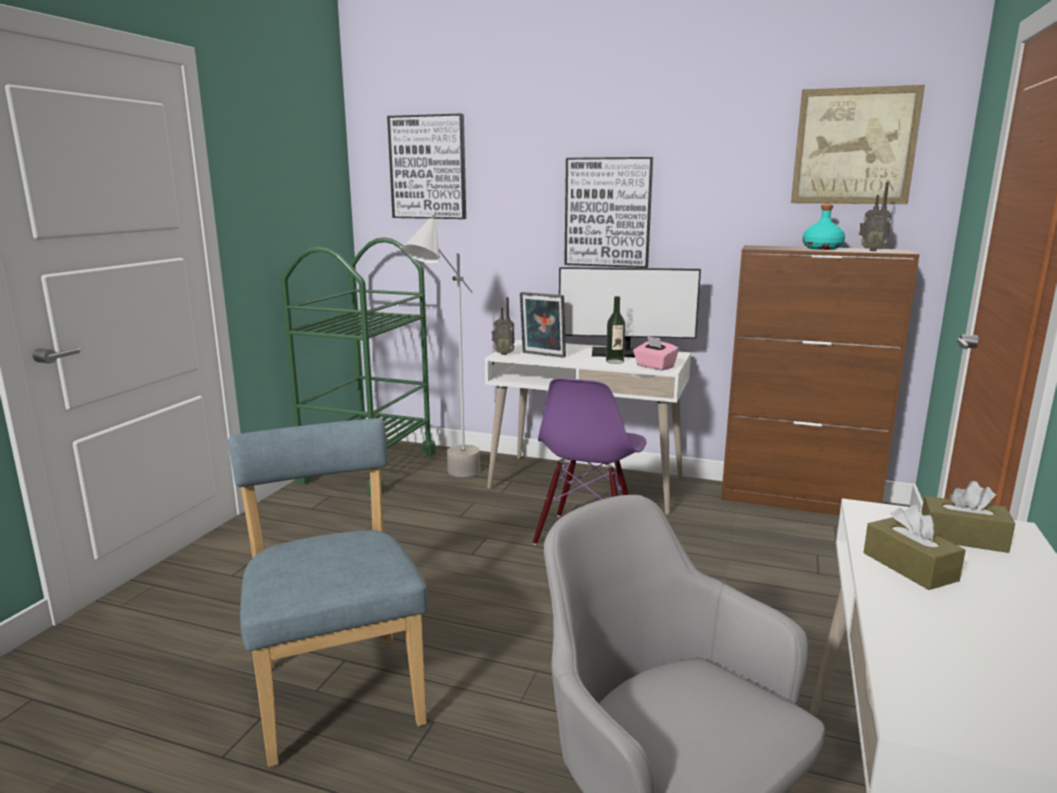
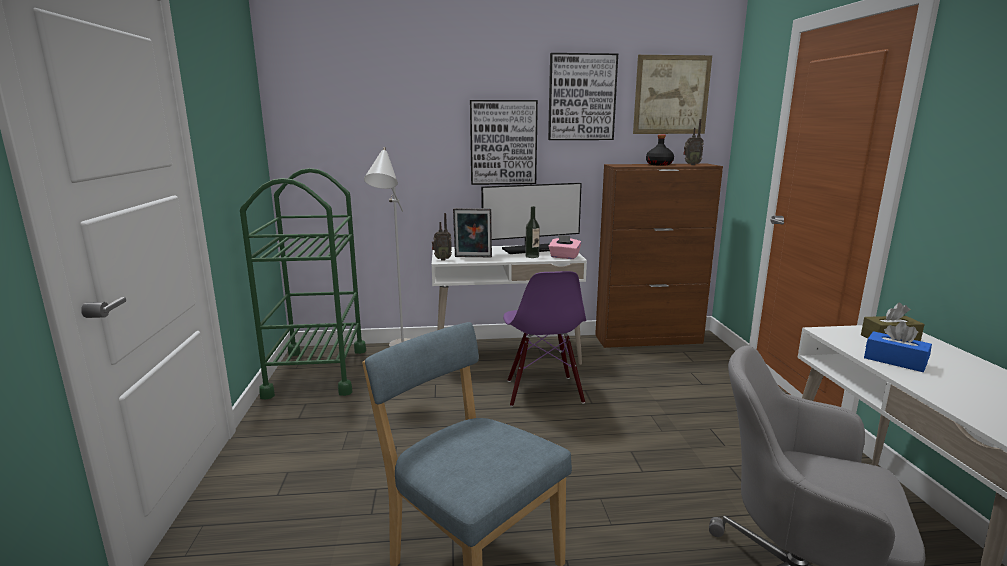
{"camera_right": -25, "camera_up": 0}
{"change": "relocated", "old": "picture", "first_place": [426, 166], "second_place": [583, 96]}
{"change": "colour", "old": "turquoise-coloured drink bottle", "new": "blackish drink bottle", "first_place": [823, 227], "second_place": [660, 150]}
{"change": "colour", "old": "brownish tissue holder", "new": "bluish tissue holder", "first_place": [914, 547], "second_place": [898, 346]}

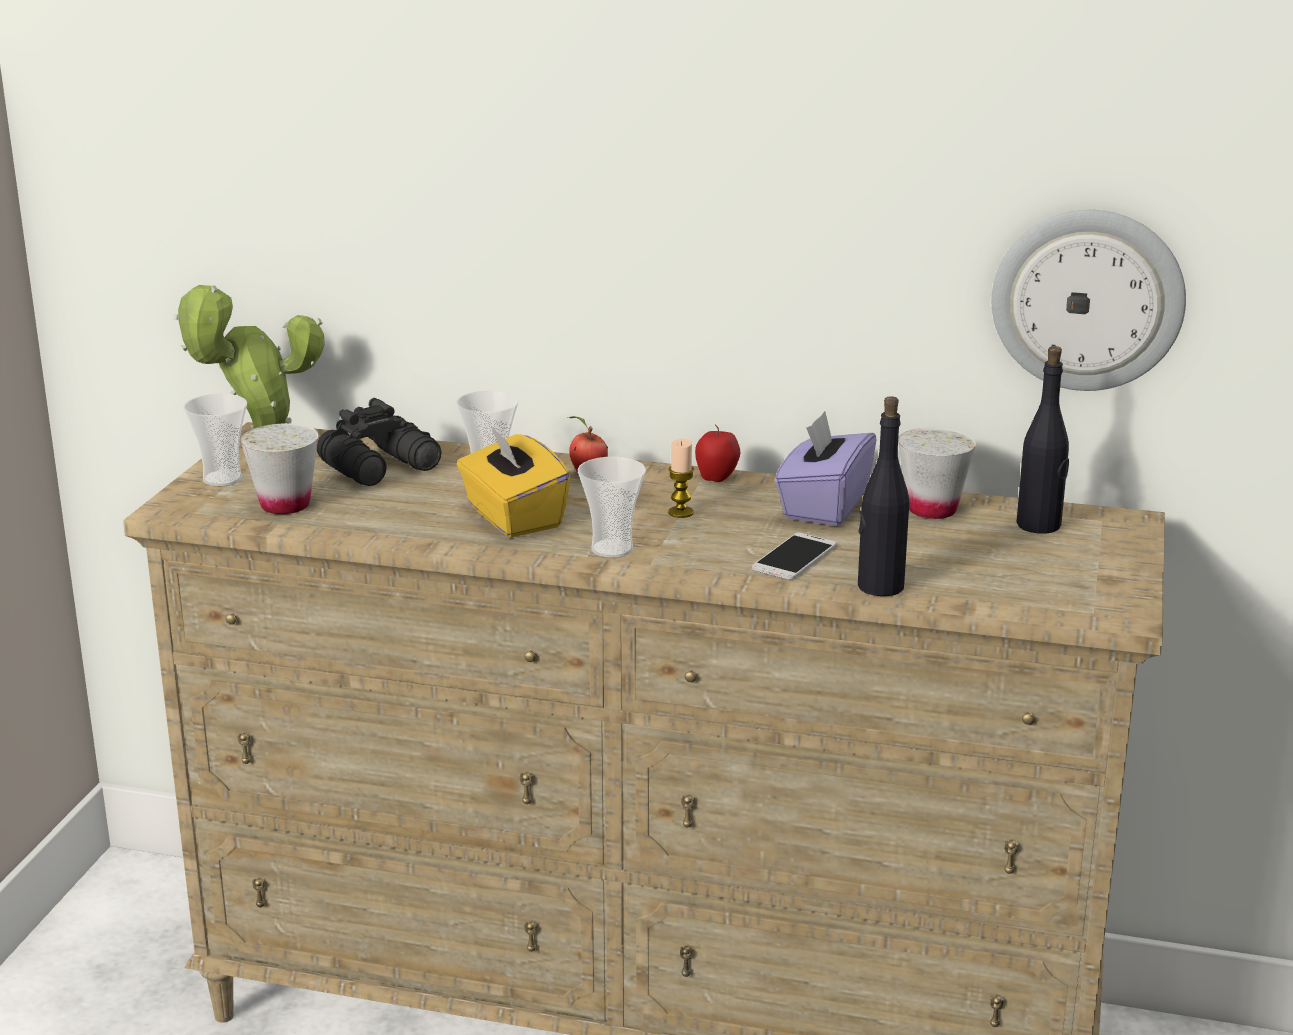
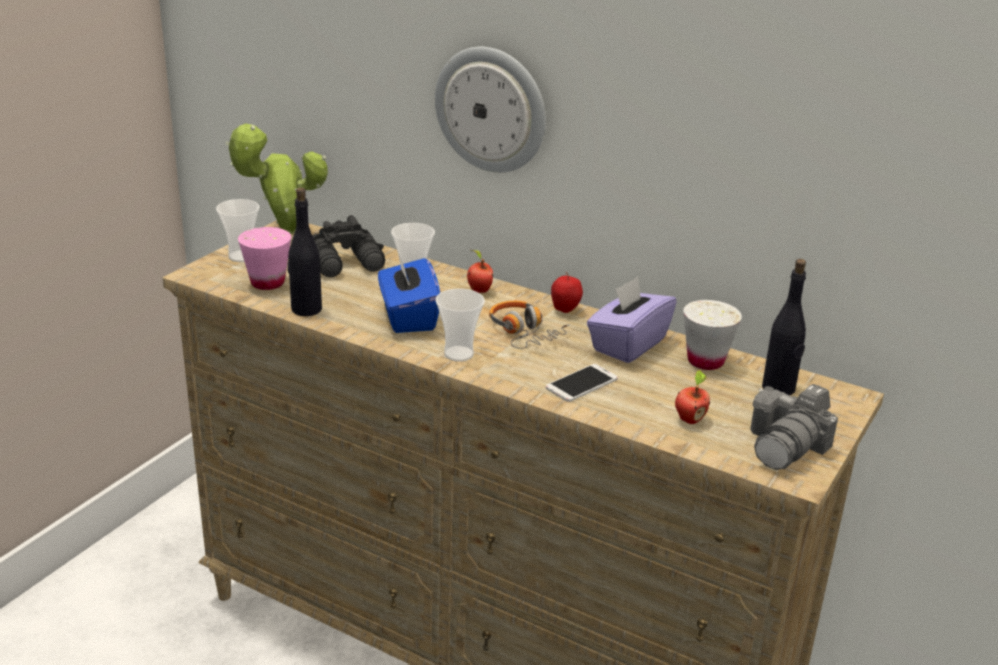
{"camera_right": 15, "camera_up": 5}
{"change": "relocated", "old": "clock on the wall", "first_place": [1089, 300], "second_place": [490, 110]}
{"change": "relocated", "old": "blackish drink bottle", "first_place": [883, 496], "second_place": [305, 252]}
{"change": "colour", "old": "whitish small cup", "new": "pink small cup", "first_place": [279, 468], "second_place": [264, 258]}
{"change": "colour", "old": "yellow tissue holder", "new": "bluish tissue holder", "first_place": [514, 481], "second_place": [409, 292]}
{"change": "exchanged", "old": "wax light", "new": "headset", "first_place": [681, 478], "second_place": [529, 325]}
{"change": "appeared", "new": "whole apple", "second_place": [692, 397]}
{"change": "appeared", "new": "photo camera", "second_place": [794, 427]}

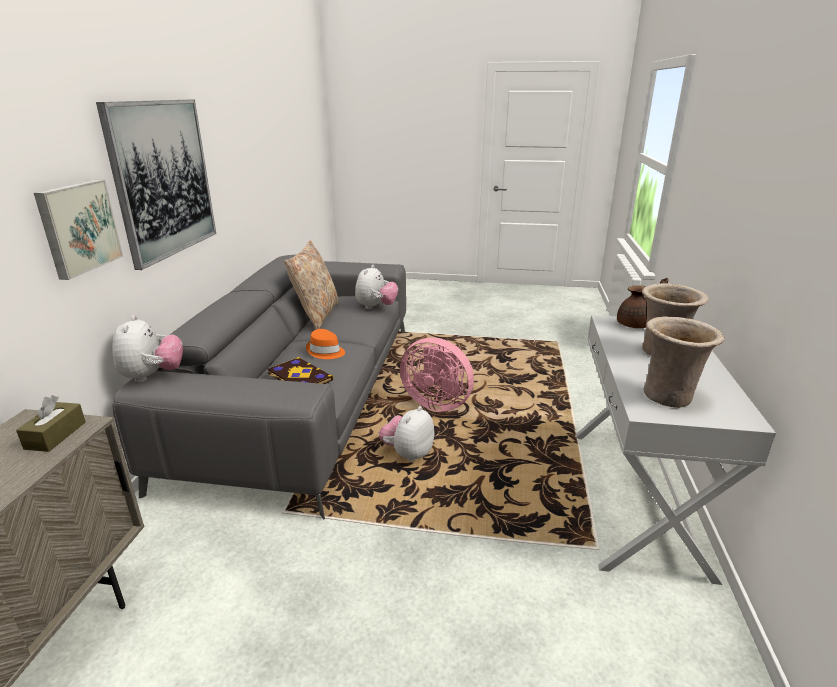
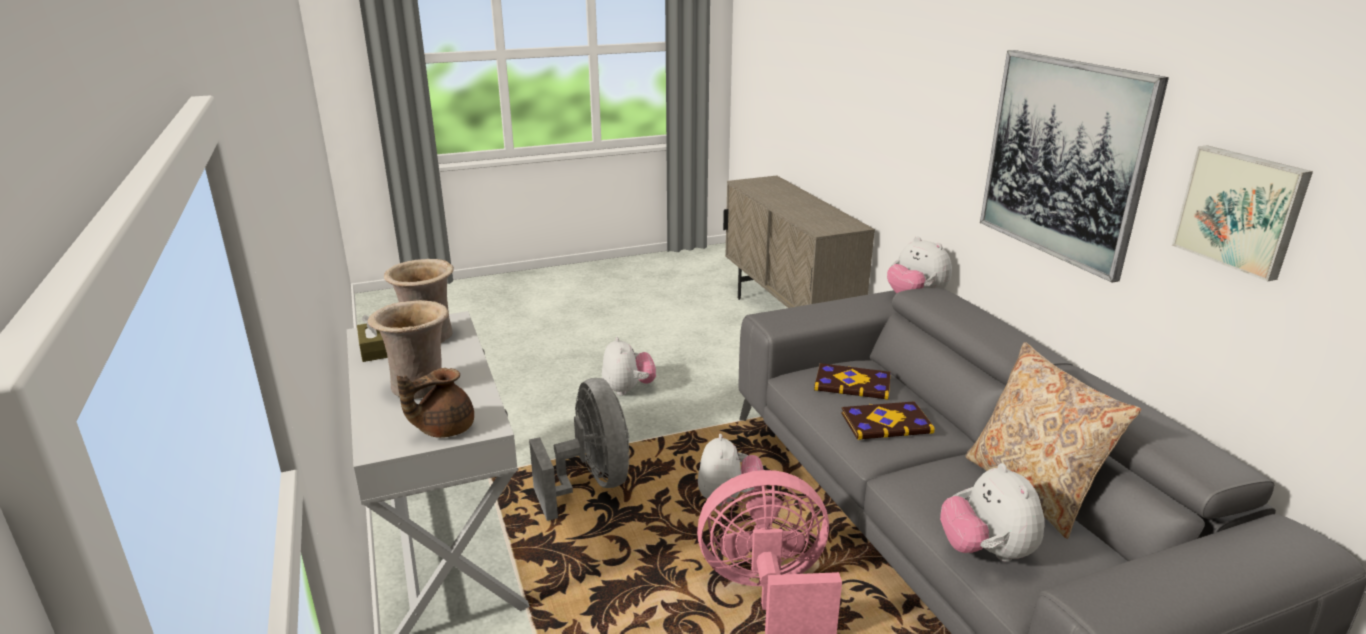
{"camera_right": 150, "camera_up": 0}
{"change": "relocated", "old": "picture", "first_place": [78, 229], "second_place": [1242, 213]}
{"change": "exchanged", "old": "orange clothing hat", "new": "bound book", "first_place": [325, 344], "second_place": [888, 420]}
{"change": "relocated", "old": "brownish tissue holder", "first_place": [51, 423], "second_place": [372, 338]}
{"change": "appeared", "new": "cuddly toy", "second_place": [629, 366]}
{"change": "appeared", "new": "greyish cooling fan", "second_place": [579, 449]}

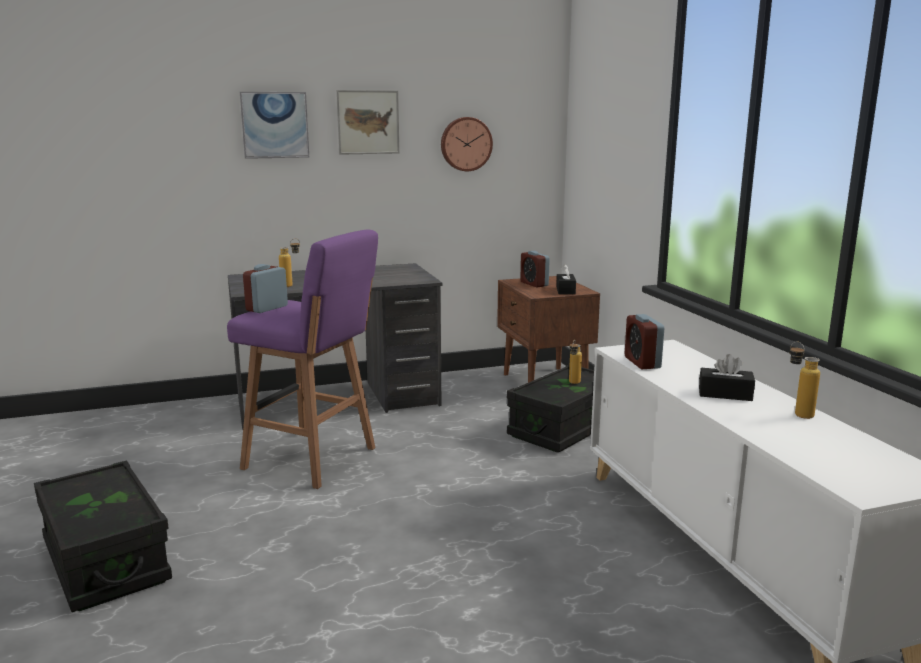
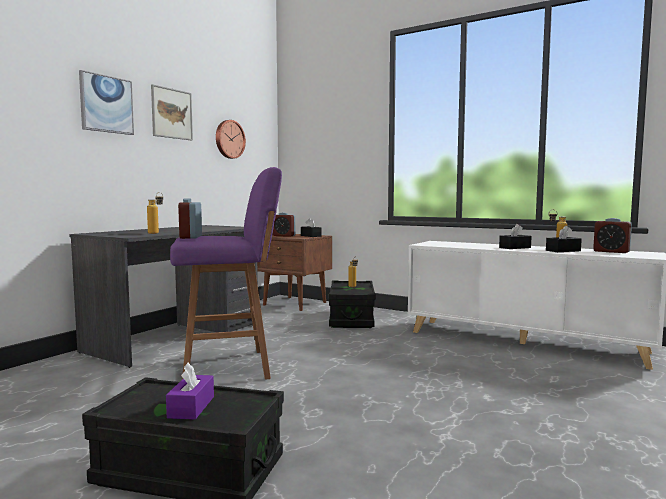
{"camera_right": -40, "camera_up": -10}
{"change": "relocated", "old": "bedside clock", "first_place": [644, 341], "second_place": [612, 235]}
{"change": "appeared", "new": "blackish tissue holder", "second_place": [564, 238]}
{"change": "appeared", "new": "purplish tissue holder", "second_place": [190, 391]}

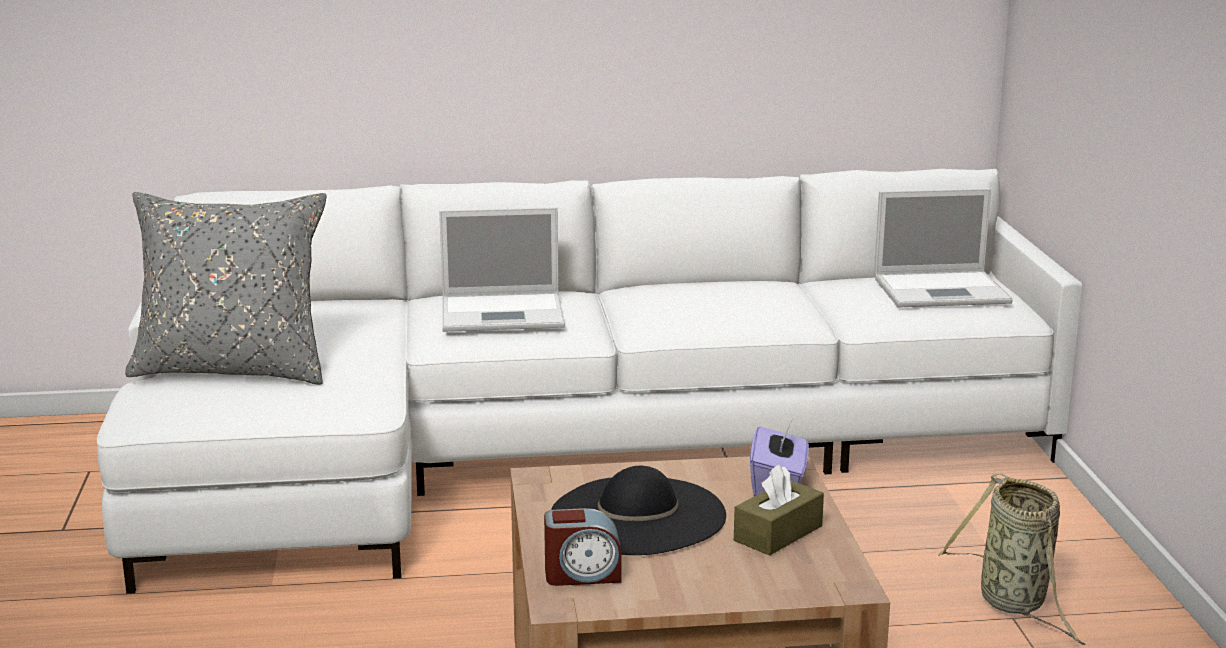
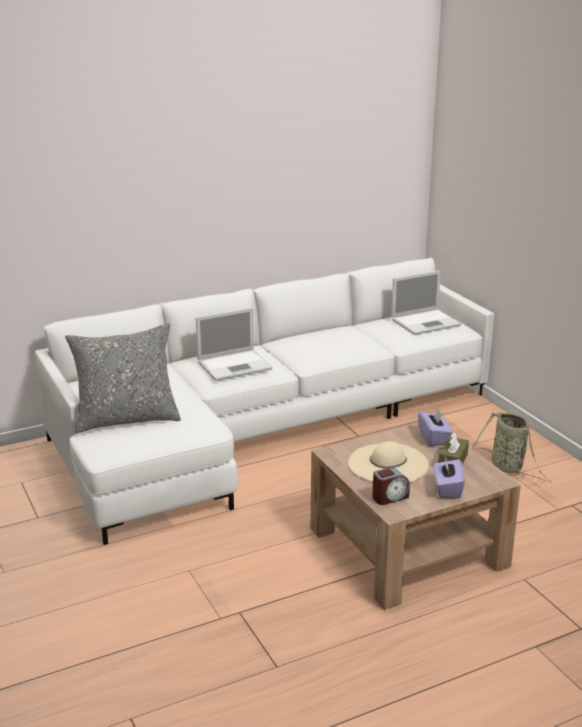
{"camera_right": -20, "camera_up": 5}
{"change": "colour", "old": "blackish clothing hat", "new": "sand-coloured clothing hat", "first_place": [638, 510], "second_place": [388, 461]}
{"change": "appeared", "new": "purplish tissue holder", "second_place": [449, 477]}

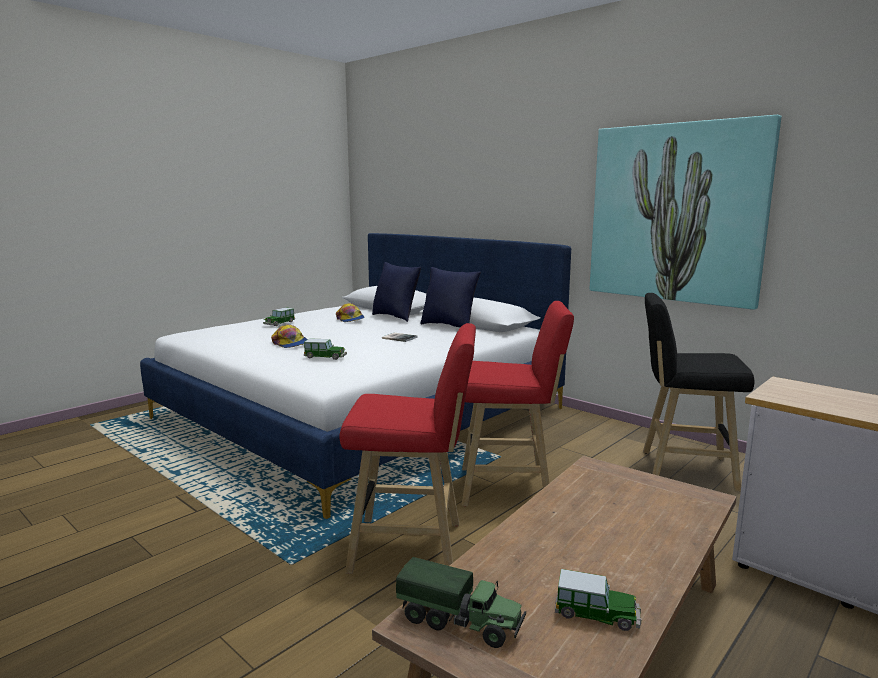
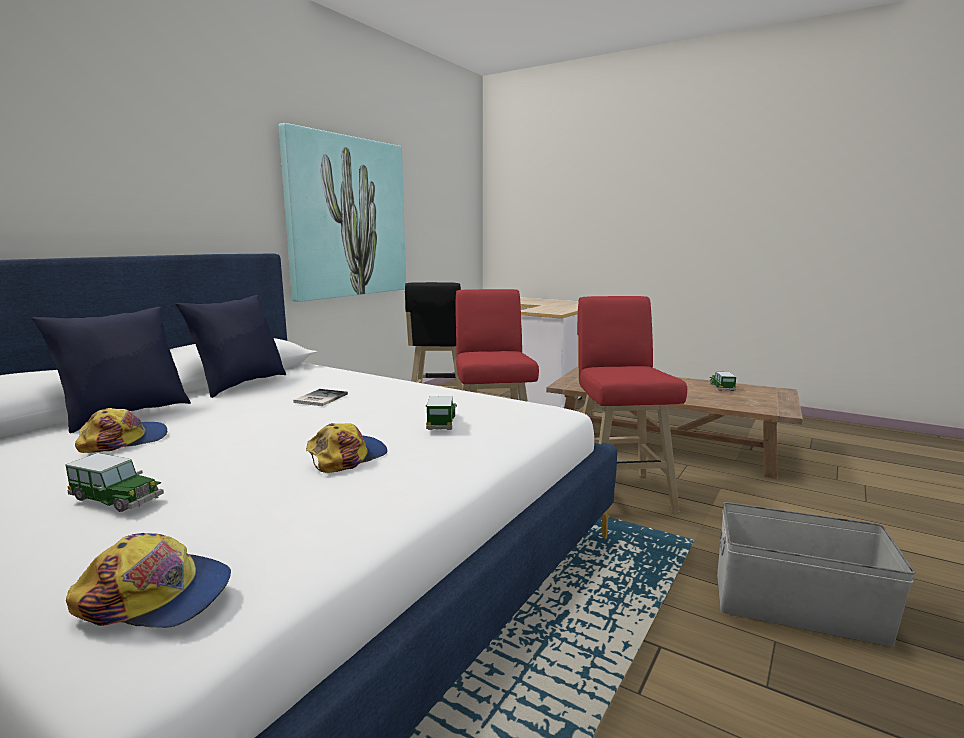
{"camera_right": -100, "camera_up": 0}
{"change": "missing", "old": "toy truck", "first_place": [461, 602]}
{"change": "appeared", "new": "greyish storage bin", "second_place": [816, 574]}
{"change": "appeared", "new": "baseball cap", "second_place": [148, 580]}

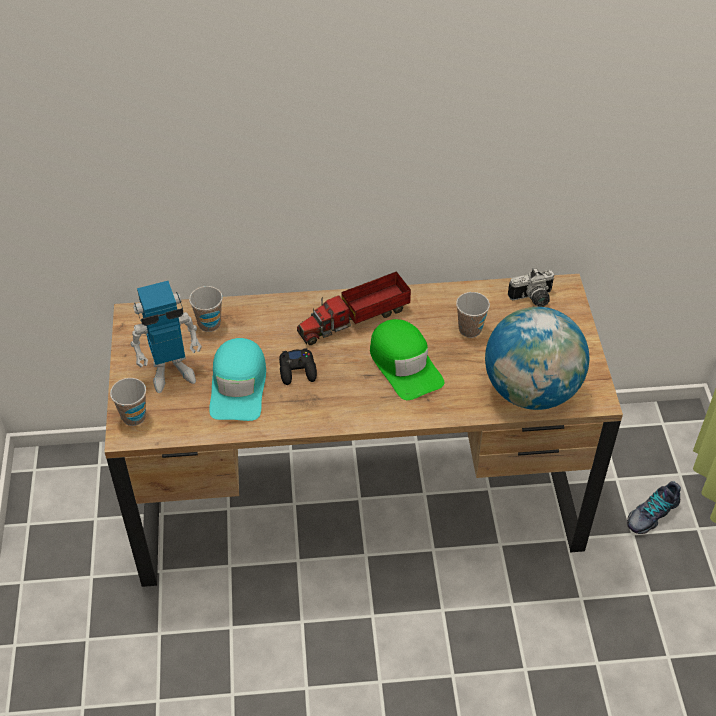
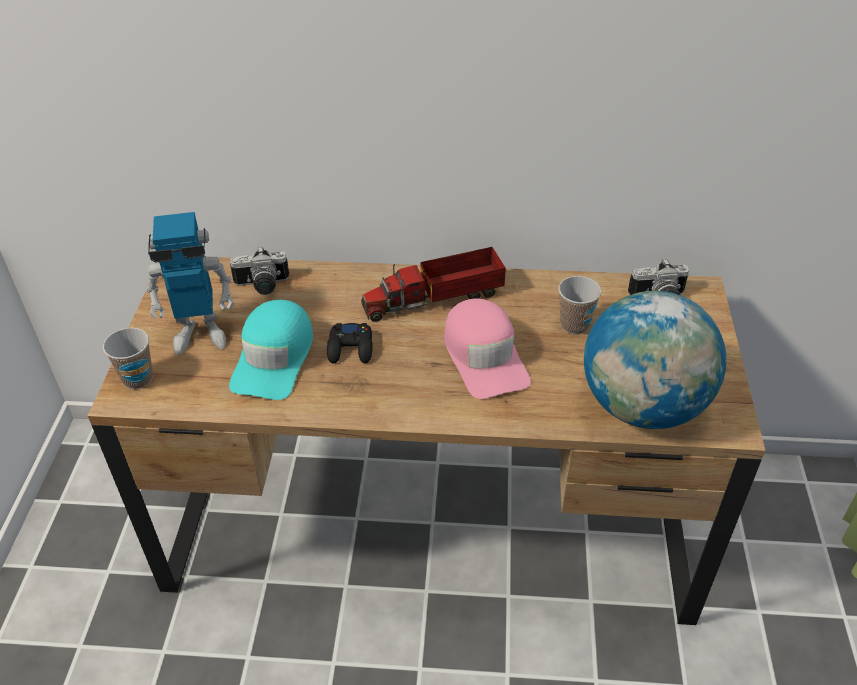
{"camera_right": 10, "camera_up": -5}
{"change": "exchanged", "old": "small cup", "new": "photo camera", "first_place": [206, 309], "second_place": [259, 270]}
{"change": "colour", "old": "green-coloured baseball cap", "new": "pink baseball cap", "first_place": [407, 359], "second_place": [487, 349]}
{"change": "missing", "old": "item of footwear", "first_place": [654, 507]}

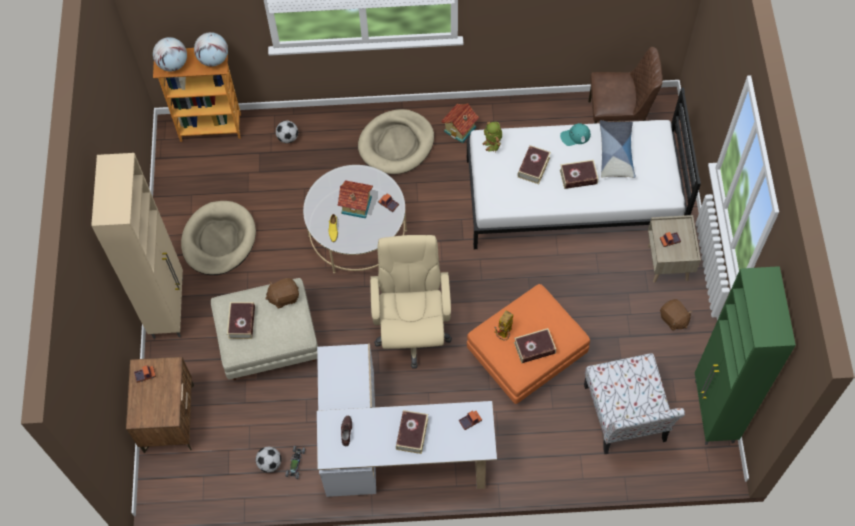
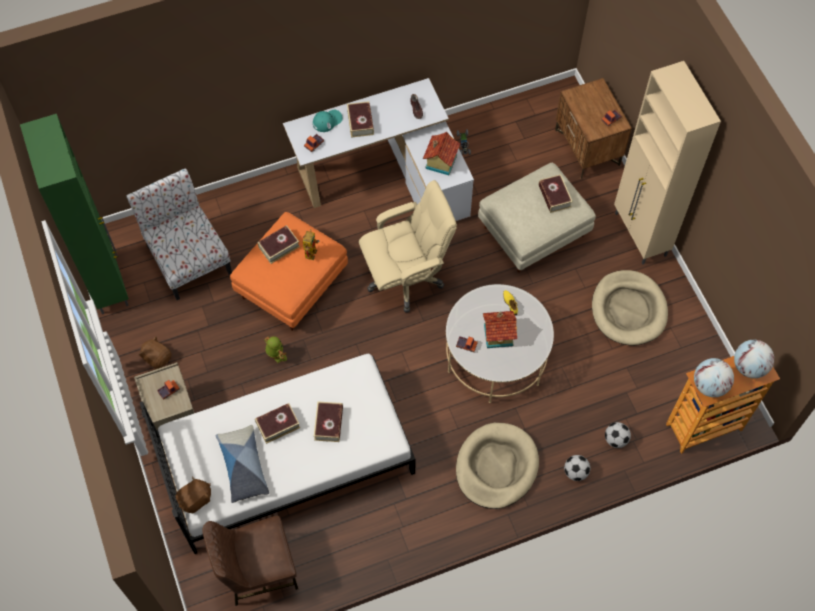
{"camera_right": 160, "camera_up": 0}
{"change": "relocated", "old": "toy house", "first_place": [460, 123], "second_place": [441, 153]}
{"change": "relocated", "old": "toy robot", "first_place": [492, 137], "second_place": [275, 349]}
{"change": "relocated", "old": "turquoise-coloured baseball cap", "first_place": [575, 134], "second_place": [328, 121]}
{"change": "spun", "old": "sand-coloured computer chair", "first_place": [411, 302], "second_place": [408, 246], "degrees": -90}
{"change": "relocated", "old": "brownish cuddly toy", "first_place": [282, 293], "second_place": [193, 494]}
{"change": "relocated", "old": "football ball", "first_place": [268, 460], "second_place": [577, 468]}

